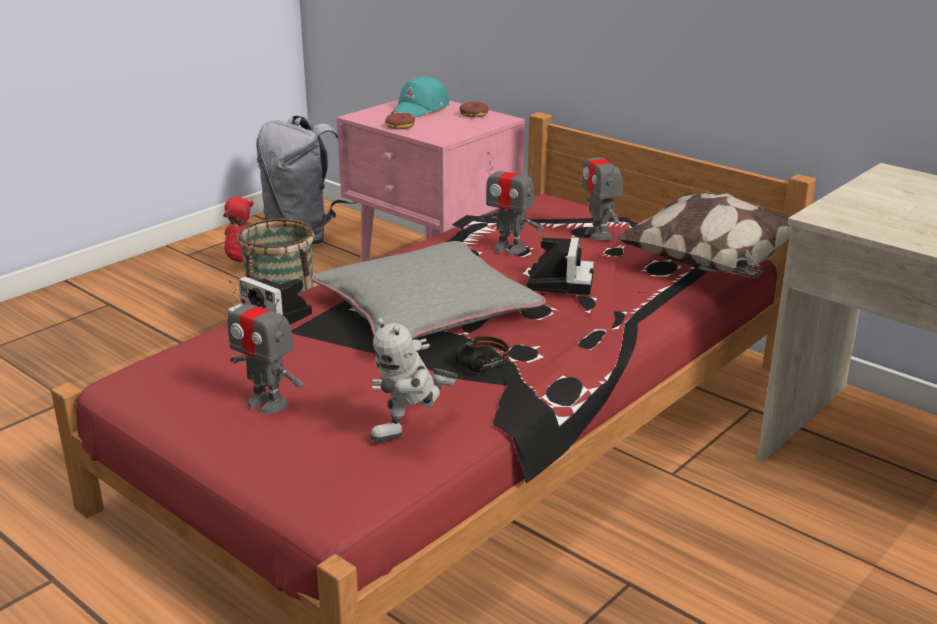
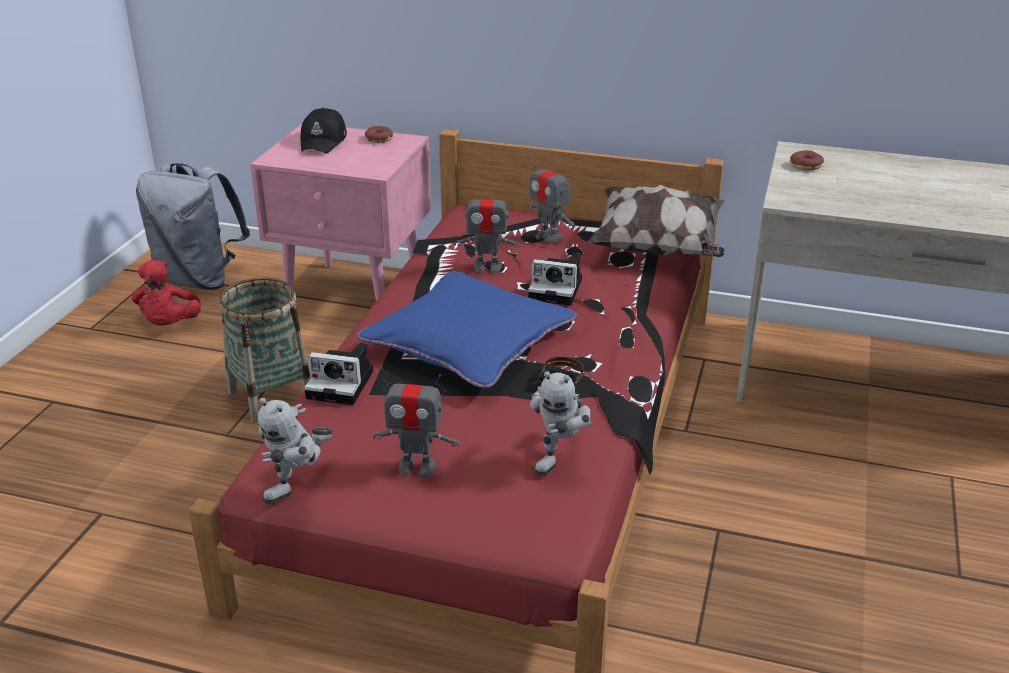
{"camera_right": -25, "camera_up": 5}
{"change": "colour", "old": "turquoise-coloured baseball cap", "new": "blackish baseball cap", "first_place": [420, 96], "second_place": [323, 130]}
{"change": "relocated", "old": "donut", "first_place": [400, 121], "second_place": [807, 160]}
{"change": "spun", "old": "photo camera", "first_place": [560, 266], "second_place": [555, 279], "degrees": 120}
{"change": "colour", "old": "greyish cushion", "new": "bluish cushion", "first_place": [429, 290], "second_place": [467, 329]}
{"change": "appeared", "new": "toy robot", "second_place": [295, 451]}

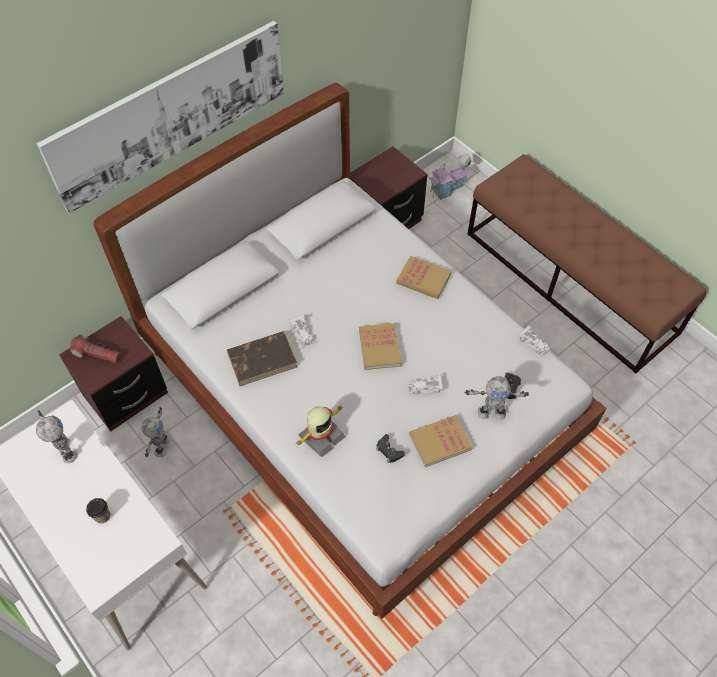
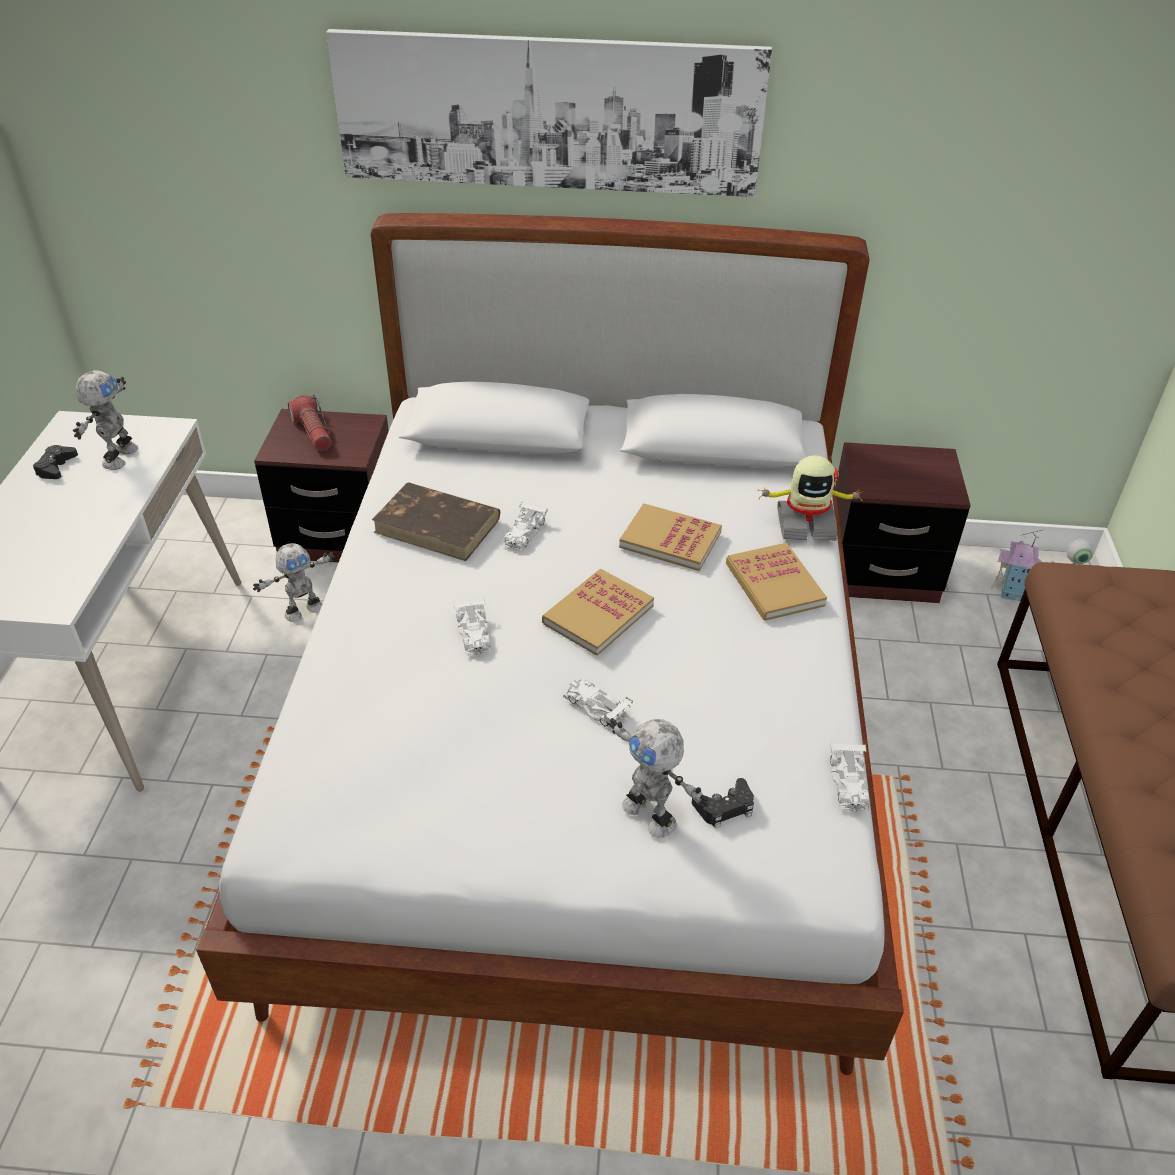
{"camera_right": 45, "camera_up": -15}
{"change": "relocated", "old": "toy robot", "first_place": [319, 430], "second_place": [811, 498]}
{"change": "relocated", "old": "bound book", "first_place": [441, 441], "second_place": [670, 537]}
{"change": "relocated", "old": "blackish game controller", "first_place": [390, 448], "second_place": [55, 462]}
{"change": "missing", "old": "small cup", "first_place": [98, 510]}
{"change": "appeared", "new": "whitish miniature car", "second_place": [472, 627]}

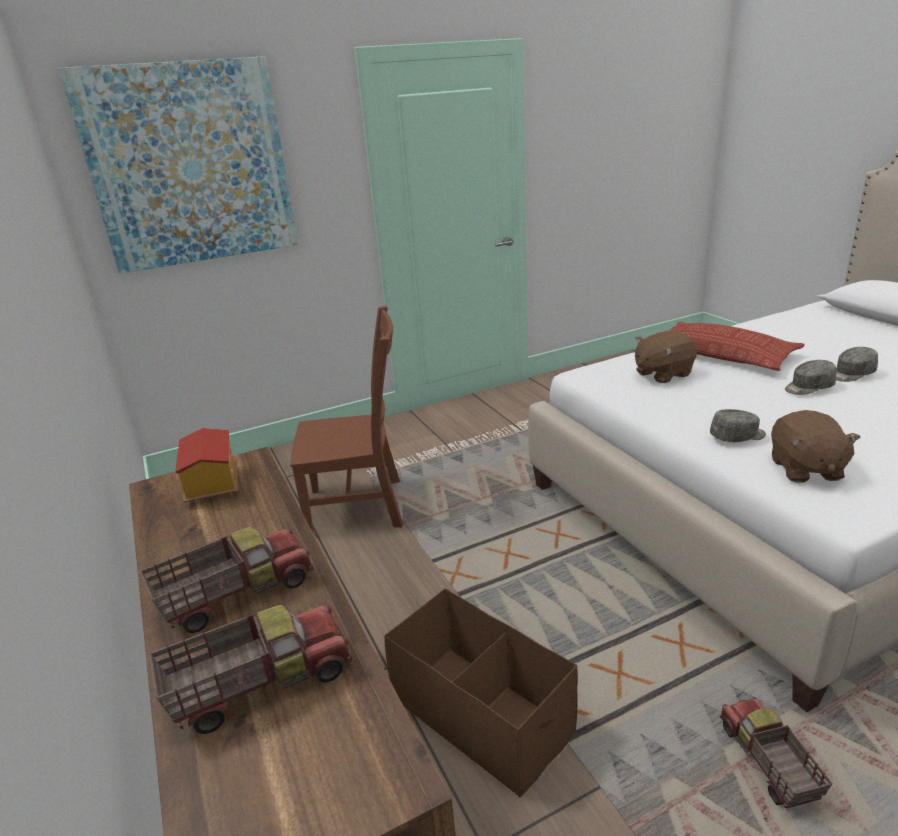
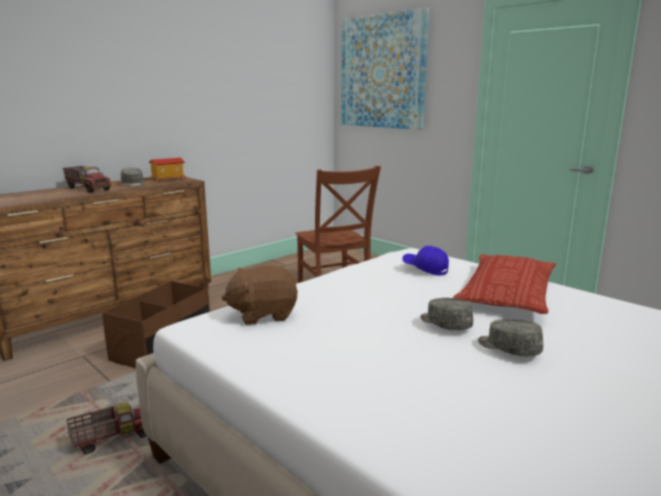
{"camera_right": 70, "camera_up": -10}
{"change": "exchanged", "old": "brownish cuddly toy", "new": "bluish baseball cap", "first_place": [666, 356], "second_place": [425, 261]}
{"change": "relocated", "old": "greyish baseball cap", "first_place": [738, 425], "second_place": [132, 177]}
{"change": "missing", "old": "toy truck", "first_place": [251, 669]}

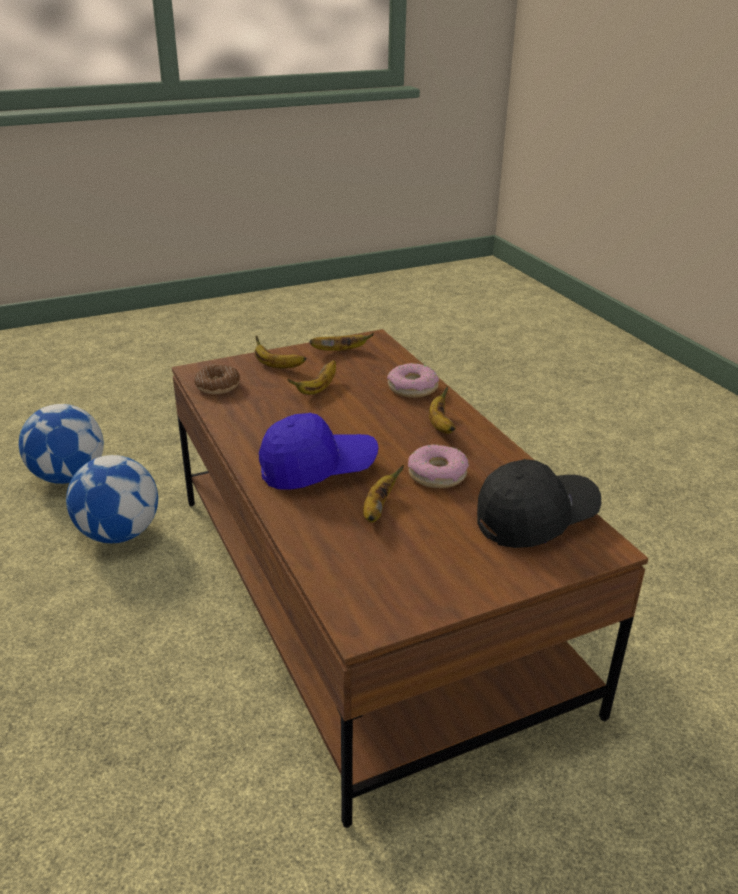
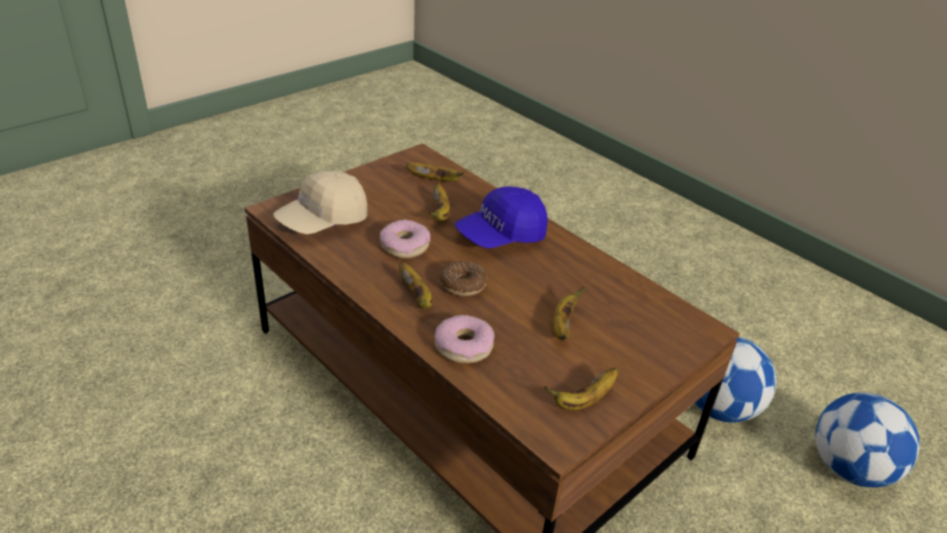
{"camera_right": 160, "camera_up": 5}
{"change": "relocated", "old": "banana fruit", "first_place": [280, 352], "second_place": [435, 172]}
{"change": "relocated", "old": "donut", "first_place": [217, 379], "second_place": [463, 278]}
{"change": "colour", "old": "blackish baseball cap", "new": "sand-coloured baseball cap", "first_place": [539, 503], "second_place": [320, 202]}

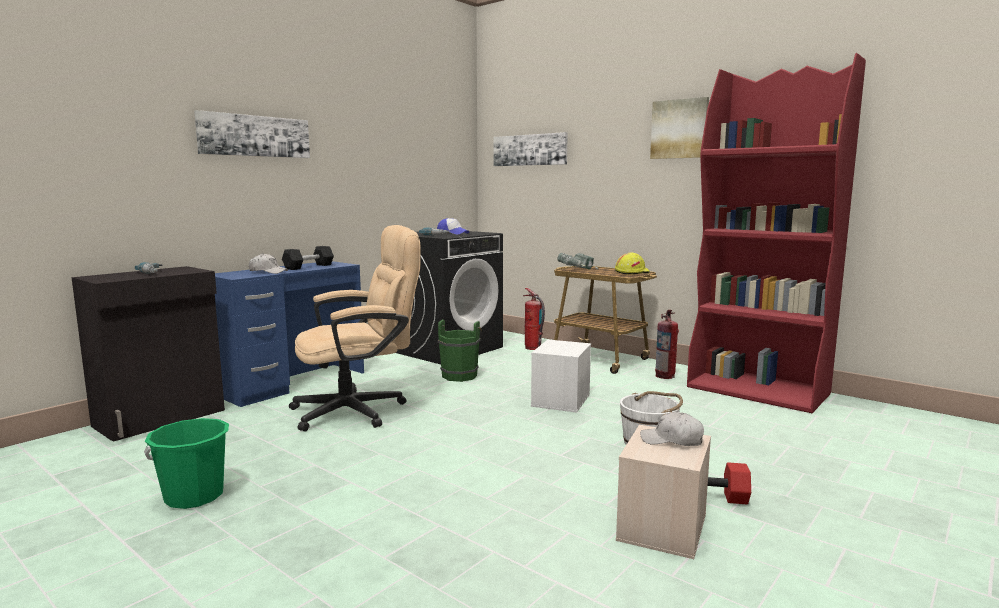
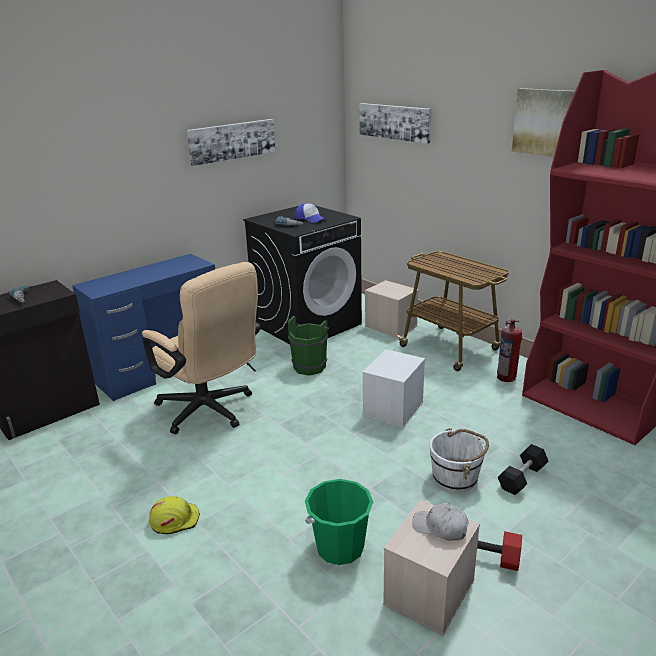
{"camera_right": 10, "camera_up": 15}
{"change": "relocated", "old": "picture", "first_place": [252, 134], "second_place": [231, 142]}
{"change": "spun", "old": "sand-coloured computer chair", "first_place": [354, 328], "second_place": [201, 348], "degrees": 60}
{"change": "relocated", "old": "blackish free weight", "first_place": [308, 258], "second_place": [523, 469]}
{"change": "missing", "old": "whitish baseball cap", "first_place": [268, 263]}
{"change": "missing", "old": "drill", "first_place": [577, 261]}
{"change": "relocated", "old": "yellow work helmet", "first_place": [632, 264], "second_place": [174, 515]}
{"change": "exchanged", "old": "extinguisher", "new": "sand-coloured storage bin", "first_place": [534, 319], "second_place": [392, 309]}
{"change": "relocated", "old": "green-coloured water bucket", "first_place": [186, 463], "second_place": [339, 522]}

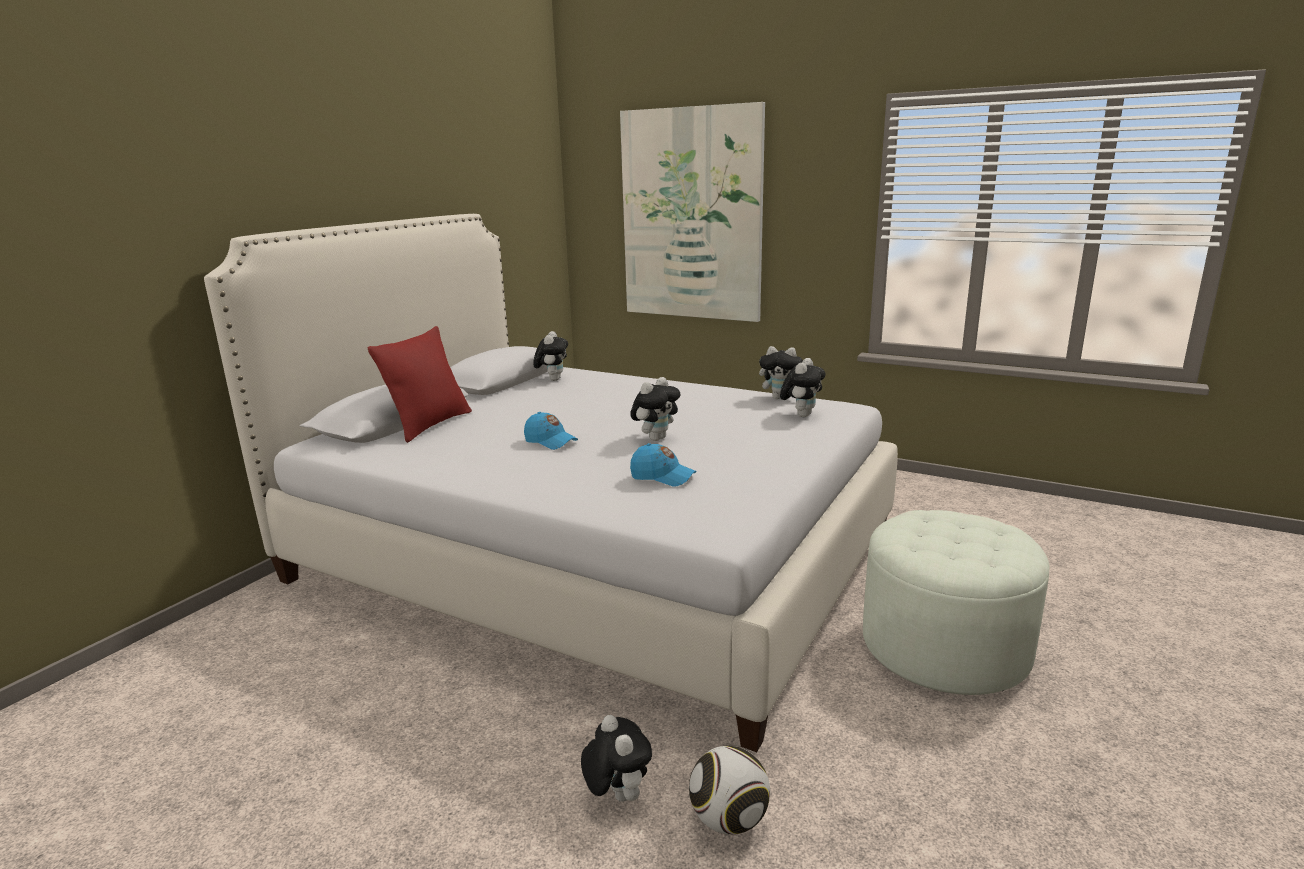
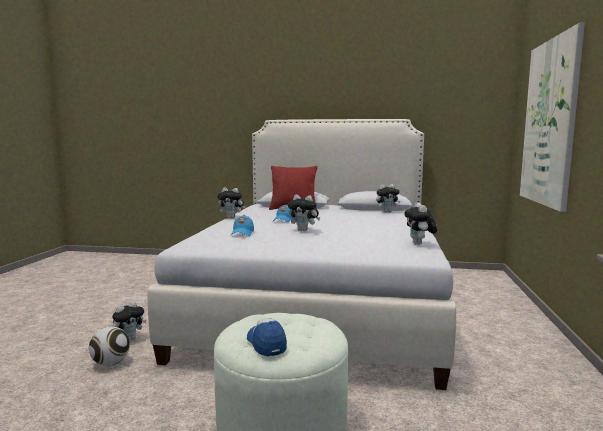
{"camera_right": 70, "camera_up": -10}
{"change": "relocated", "old": "cuddly toy", "first_place": [803, 387], "second_place": [231, 202]}
{"change": "appeared", "new": "baseball cap", "second_place": [267, 337]}

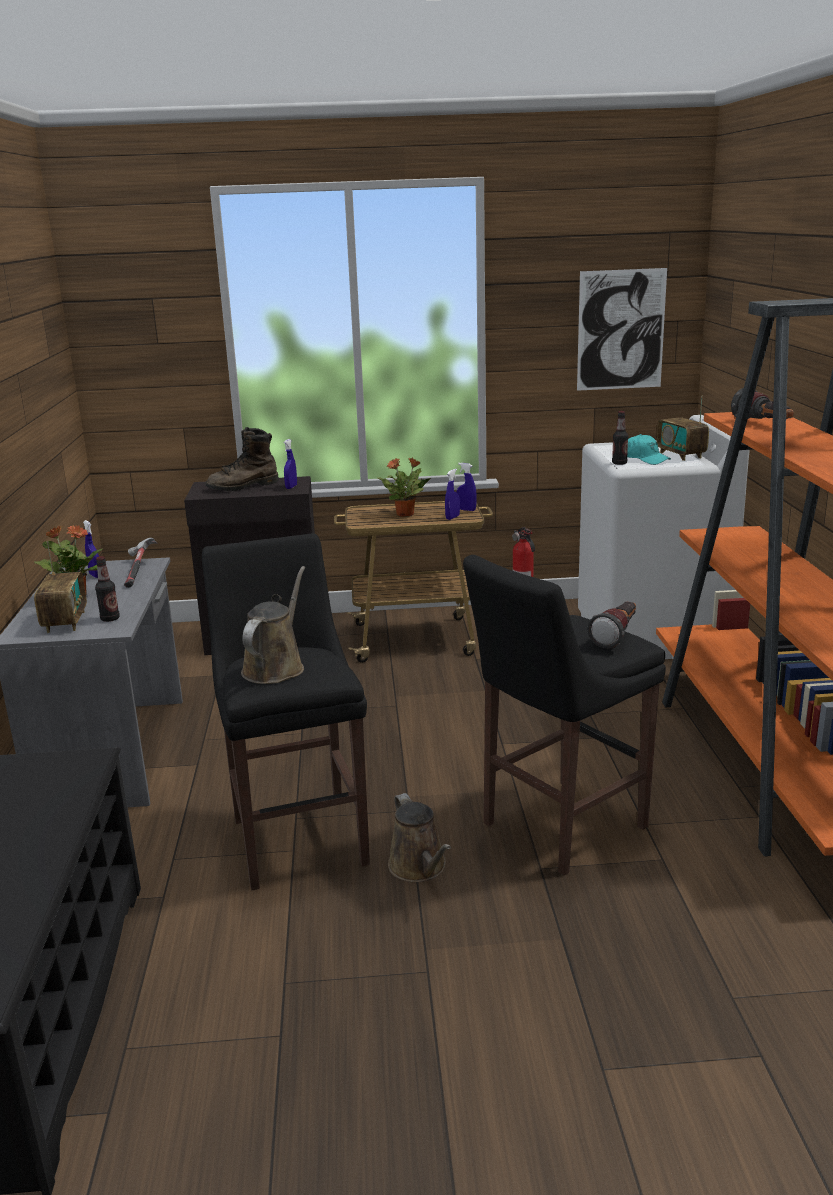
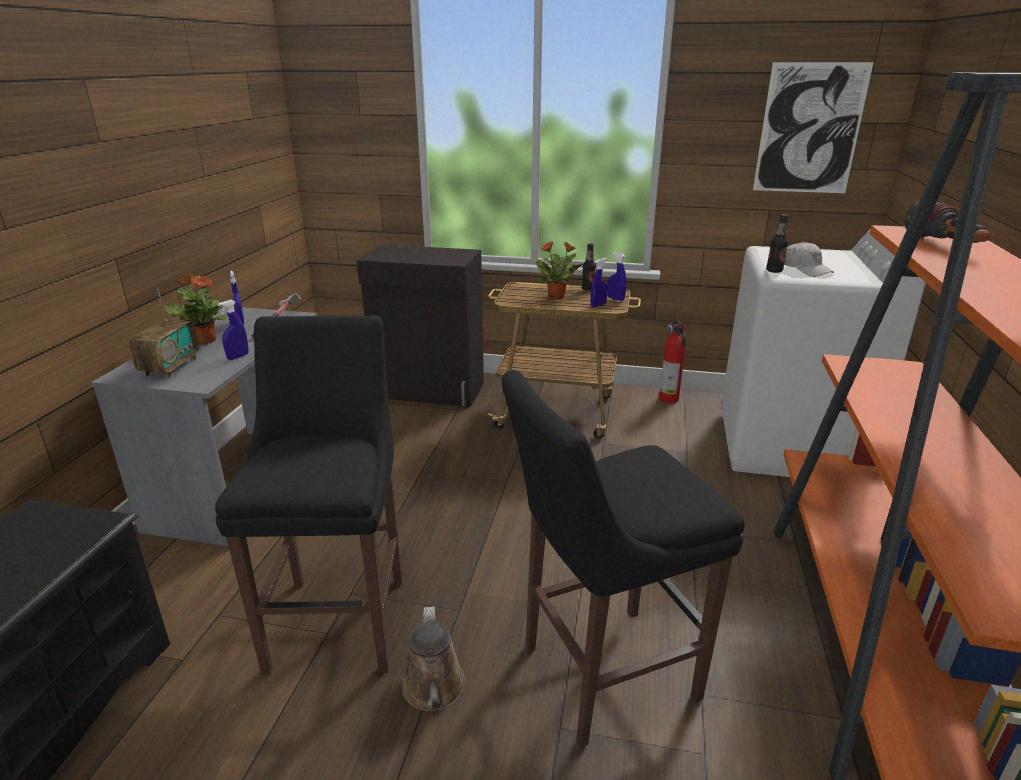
{"camera_right": 15, "camera_up": 5}
{"change": "missing", "old": "radio", "first_place": [683, 428]}
{"change": "missing", "old": "brownish high-top boot", "first_place": [242, 459]}
{"change": "colour", "old": "turquoise-coloured baseball cap", "new": "whitish baseball cap", "first_place": [649, 449], "second_place": [809, 259]}
{"change": "relocated", "old": "bluish hand sprayer", "first_place": [290, 464], "second_place": [233, 330]}
{"change": "relocated", "old": "drink bottle", "first_place": [107, 589], "second_place": [589, 267]}
{"change": "missing", "old": "brownish watering can", "first_place": [273, 625]}
{"change": "missing", "old": "flashlight", "first_place": [611, 625]}

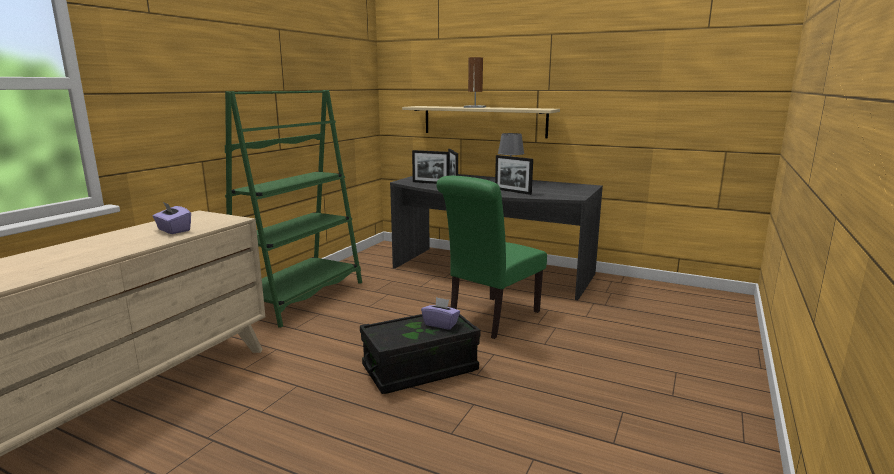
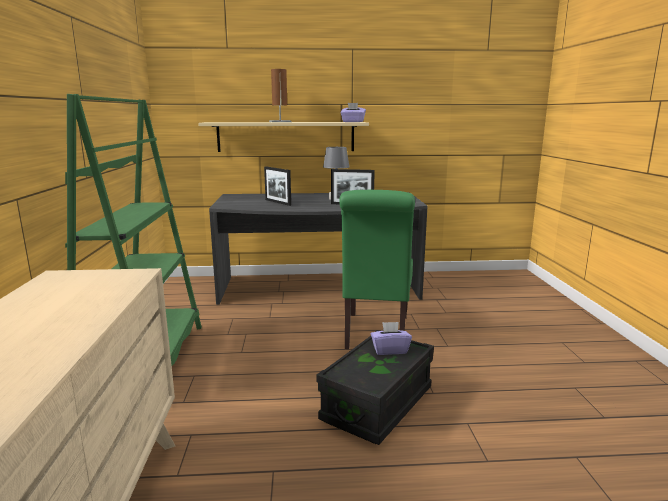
{"camera_right": -30, "camera_up": 0}
{"change": "missing", "old": "standing frame", "first_place": [431, 167]}
{"change": "relocated", "old": "purplish tissue holder", "first_place": [171, 218], "second_place": [353, 112]}

